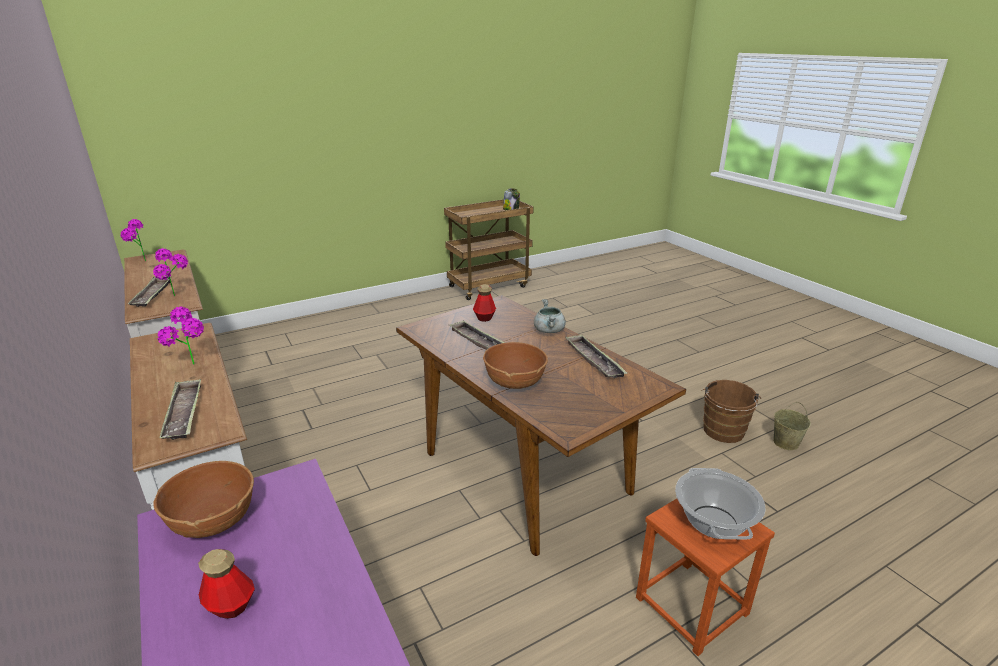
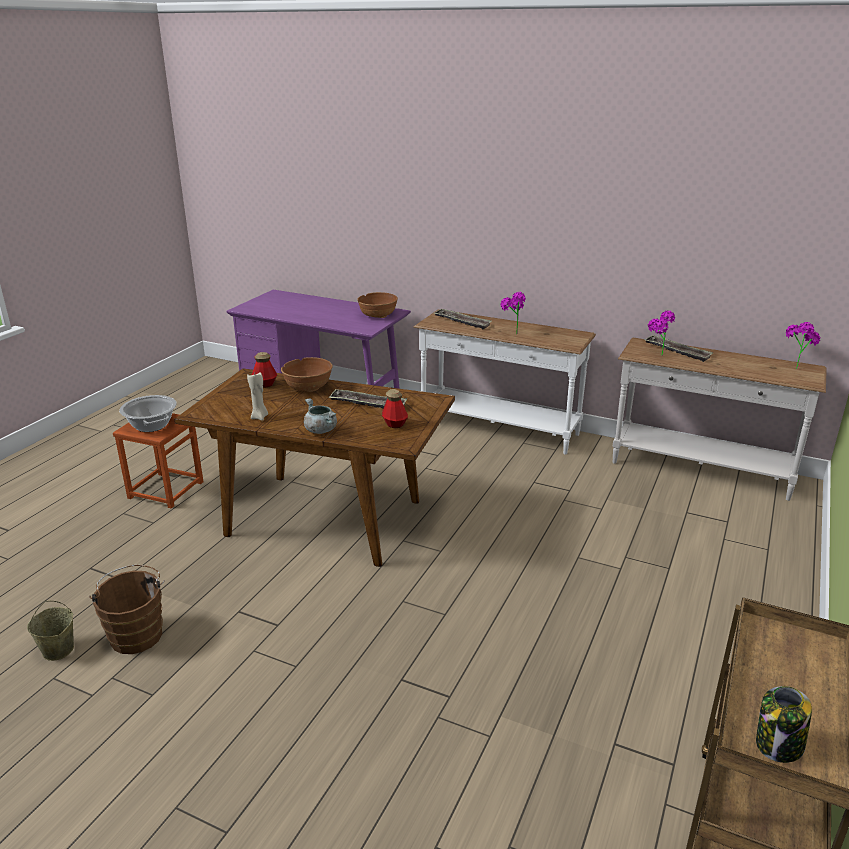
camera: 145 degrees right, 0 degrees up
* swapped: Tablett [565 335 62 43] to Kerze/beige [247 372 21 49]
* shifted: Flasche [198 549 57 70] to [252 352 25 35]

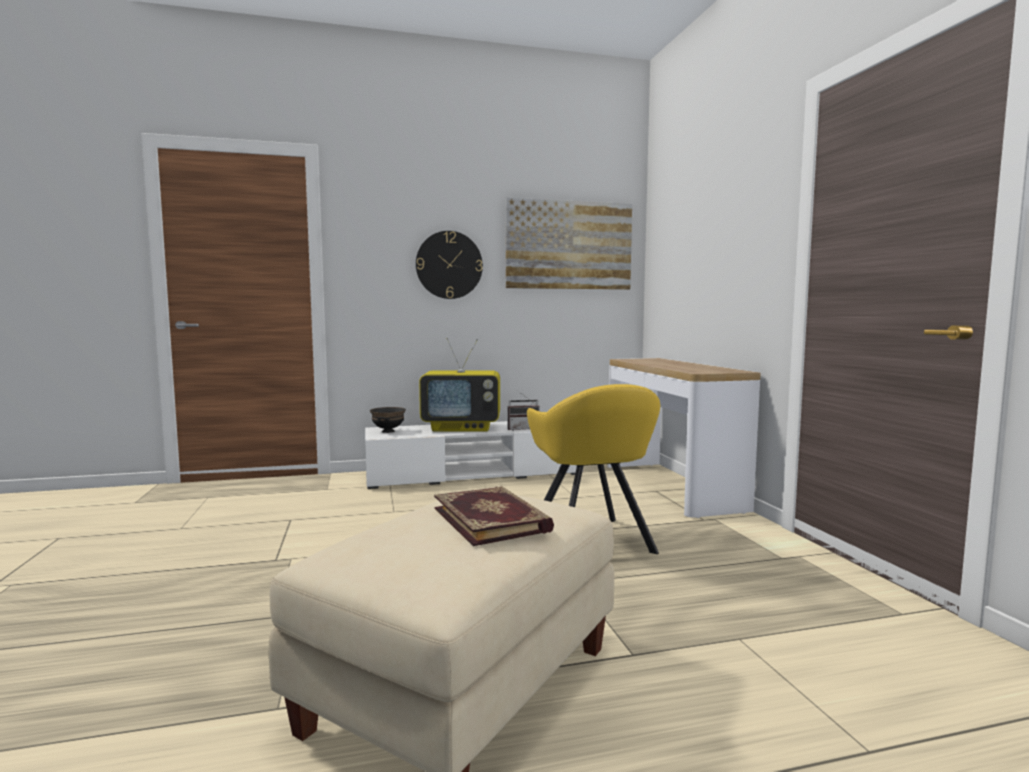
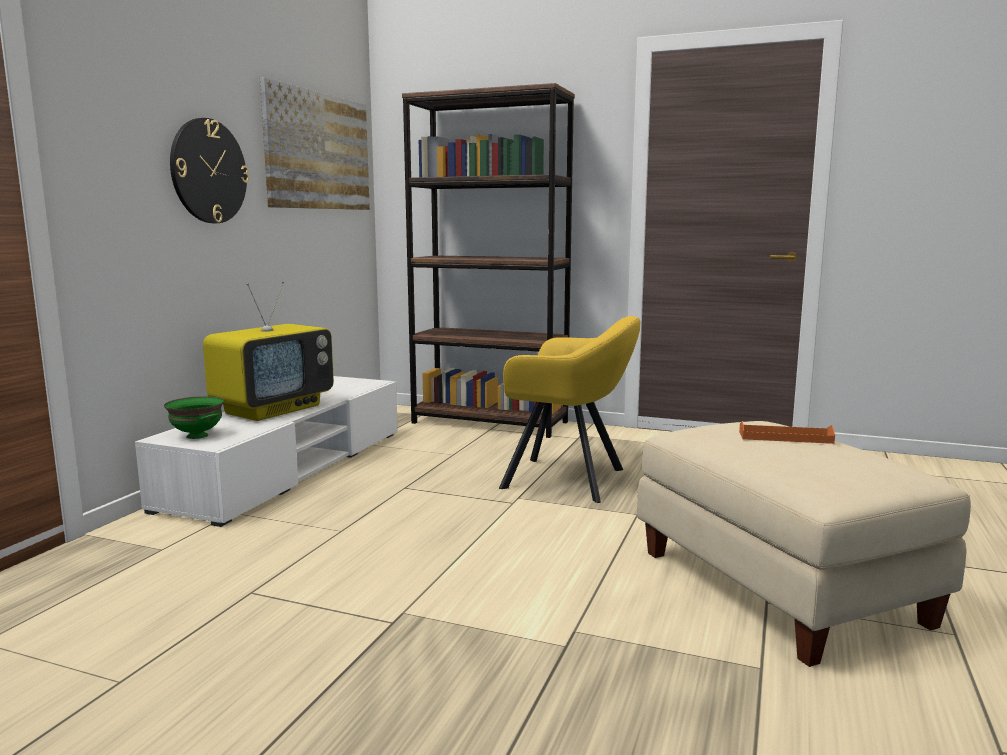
camera: 55 degrees left, 5 degrees up
* swapped: Konsolentisch [608 358 153 160] to Bücherregal/braun [402 83 173 355]
* gone: Radio [507 391 33 40]
* repainted: Schüssel/schwarz [370 407 36 26] to Schüssel/grün [164 396 60 43]
* swapped: Buch [434 486 120 60] to Tablett/orange [739 421 96 23]

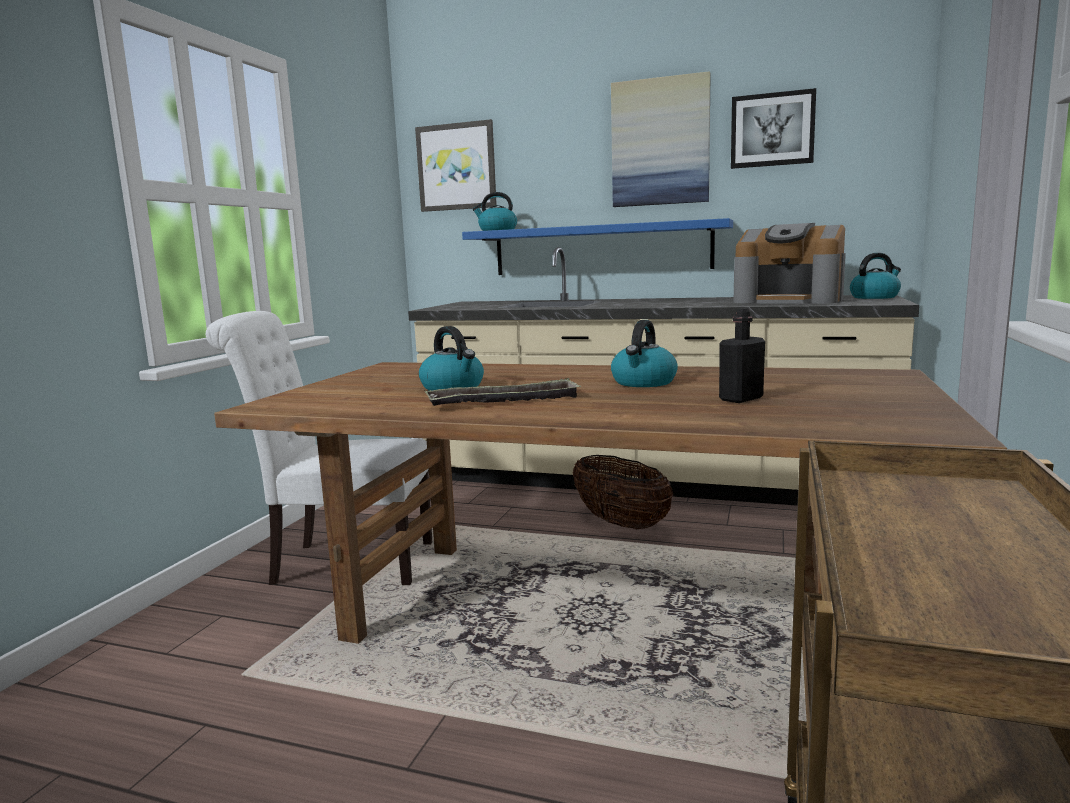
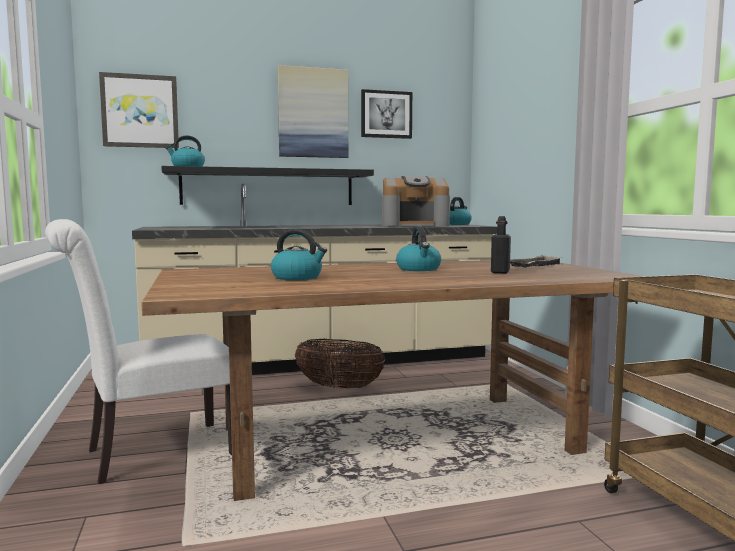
camera: 35 degrees left, 5 degrees down
* repainted: Wandregal/blau [462 218 271 57] to Wandregal/schwarz [161 166 213 39]
* shifted: Tablett [425 378 156 28] to [510 255 52 13]

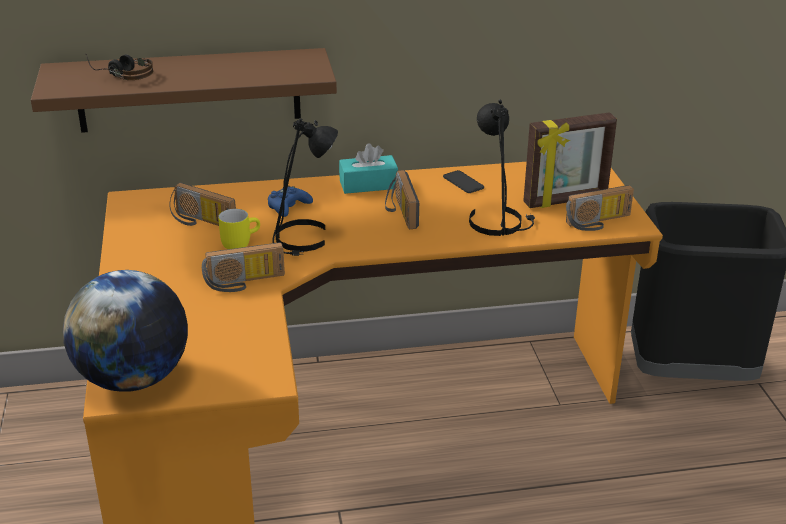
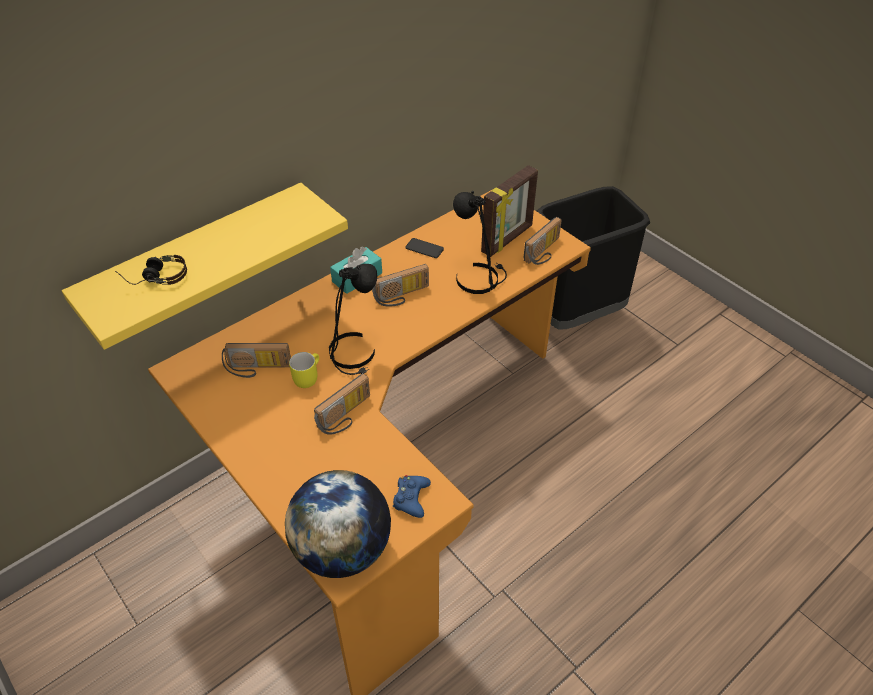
camera: 30 degrees left, 15 degrees up
* repainted: Wandregal/braun [31 48 306 85] to Wandregal/gelb [62 183 286 167]
* rotated: Radio [385 170 34 59] = [372 264 57 43] 75 degrees counterclockwise
* shifted: Gamepad/blau [268 186 45 31] to [393 475 38 43]

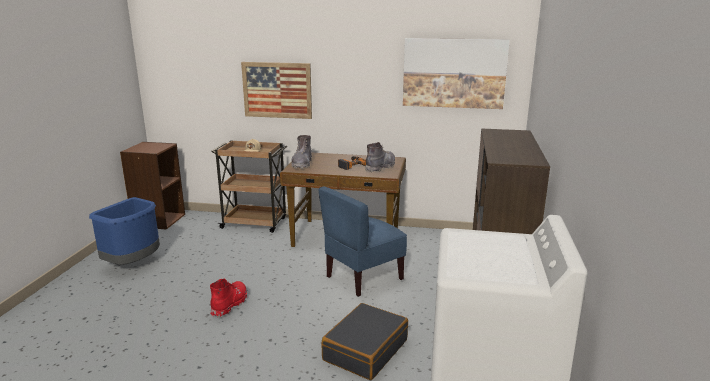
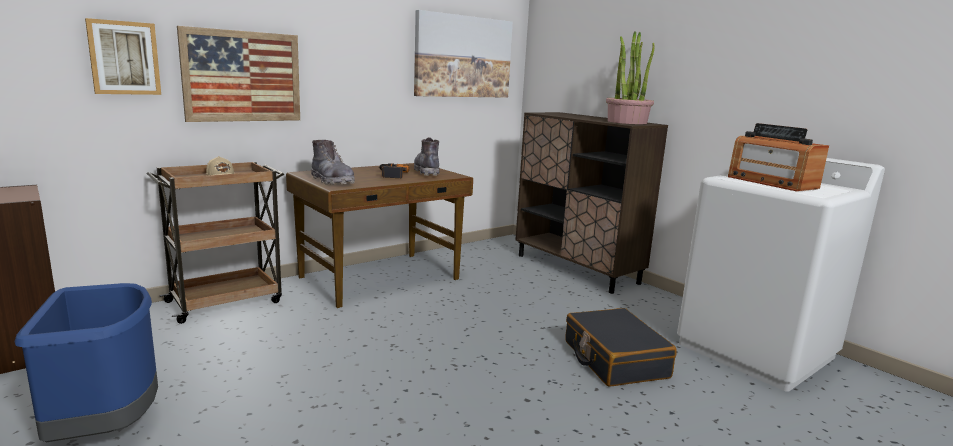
camera: 50 degrees left, 5 degrees down
* gone: Stuhl/blau [318 186 89 111]
* gone: Stiefel/rot [210 278 37 39]
* new: Bild [85 18 76 77]
* new: Topfpflanze [606 31 49 93]
* new: Radio [728 123 101 68]

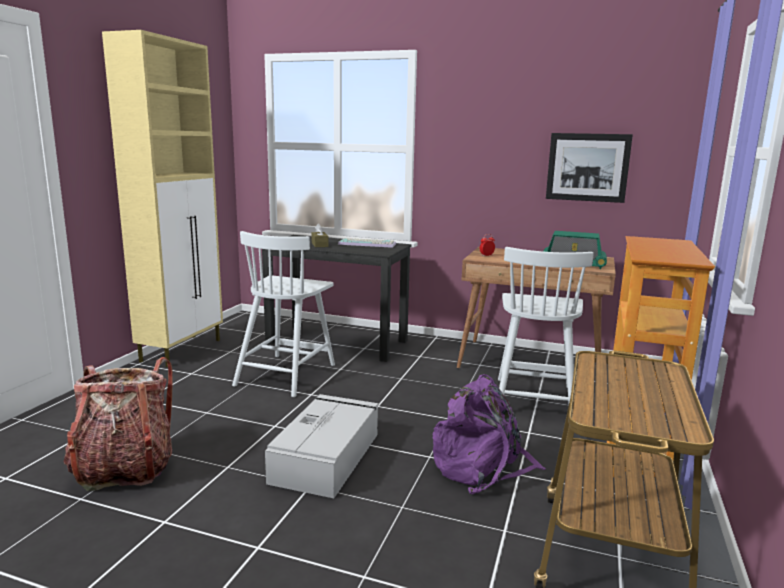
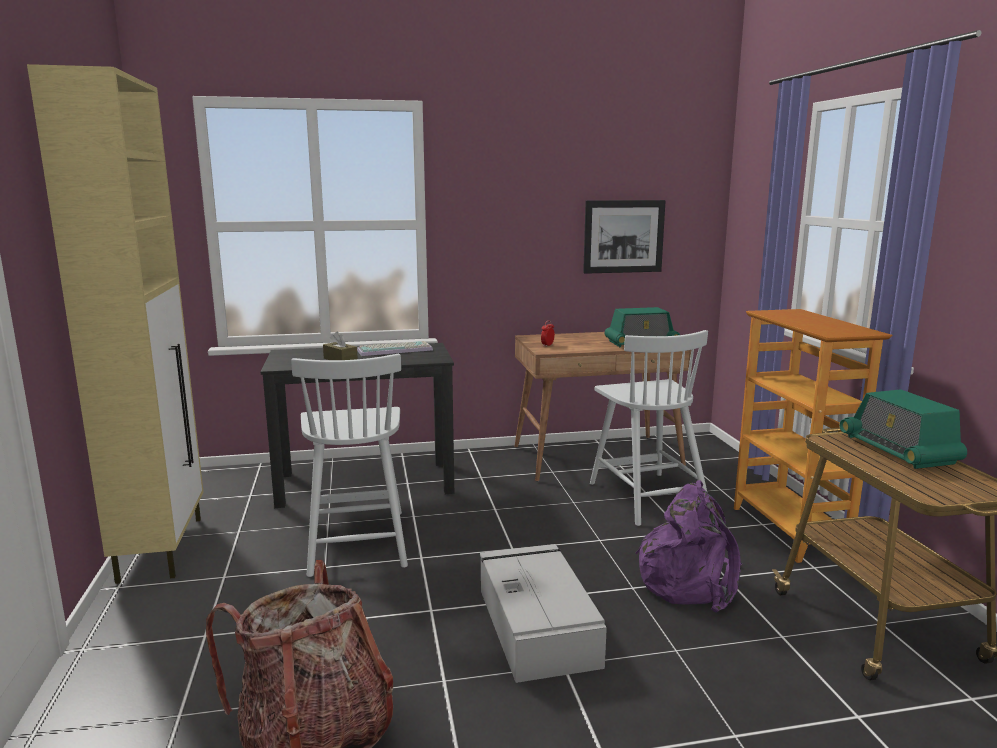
camera: 30 degrees left, 0 degrees up
* new: Radio [839 389 128 80]

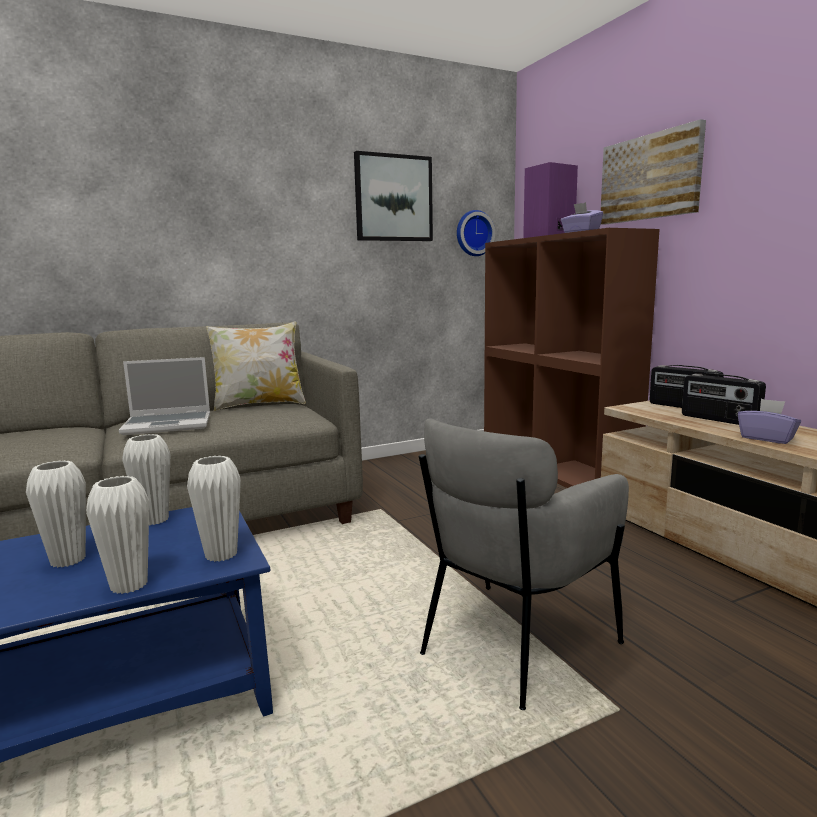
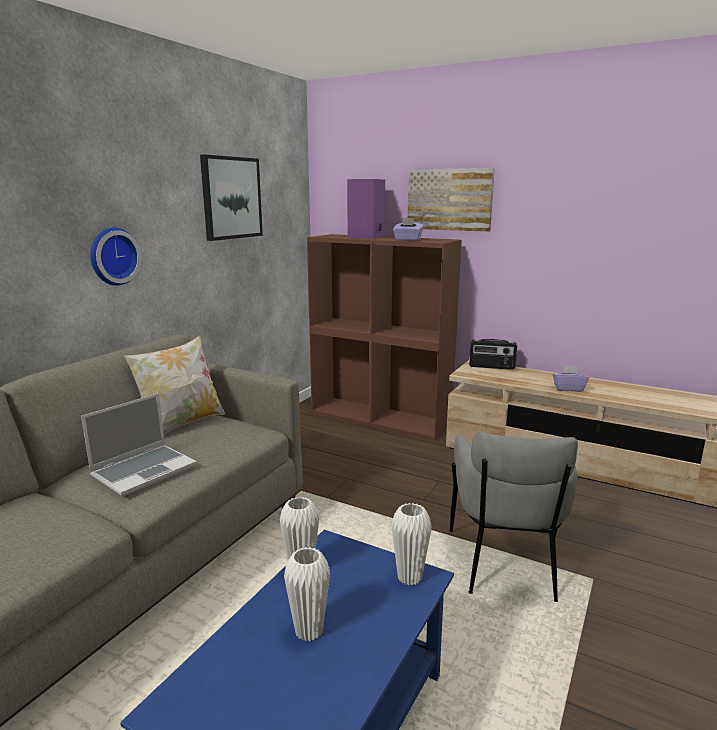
camera: 35 degrees left, 5 degrees up
* shifted: Wanduhr [457 210 38 46] to [90 227 51 59]
* gone: Radio [682 373 84 52]
* gone: Vase/weiß [86 476 63 118]

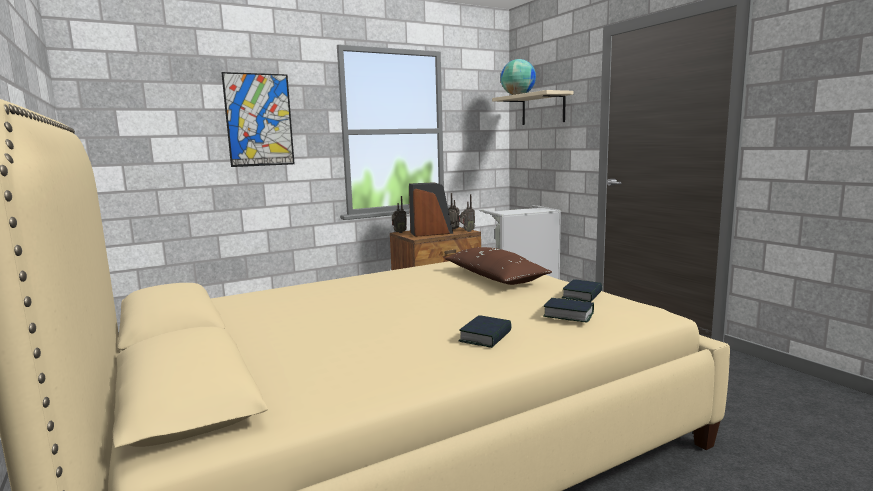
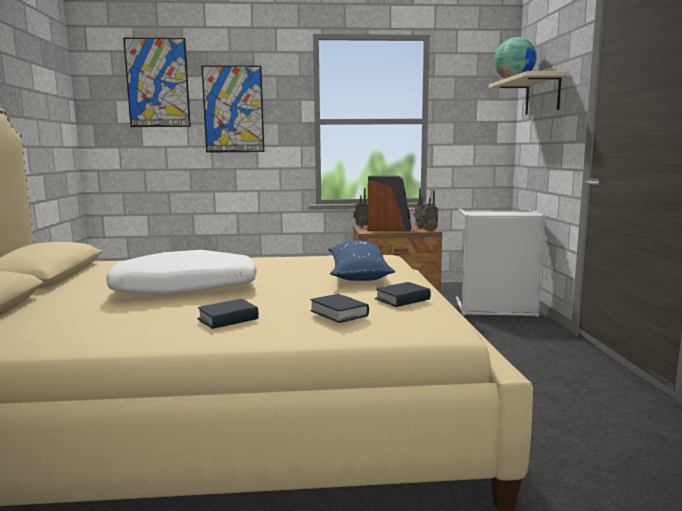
camera: 25 degrees right, 0 degrees up
* repainted: Kissen/braun [445 247 107 38] to Kissen/blau [328 240 67 41]
* new: Bild [123 38 68 89]
* new: Kissen/weiß [106 250 151 45]

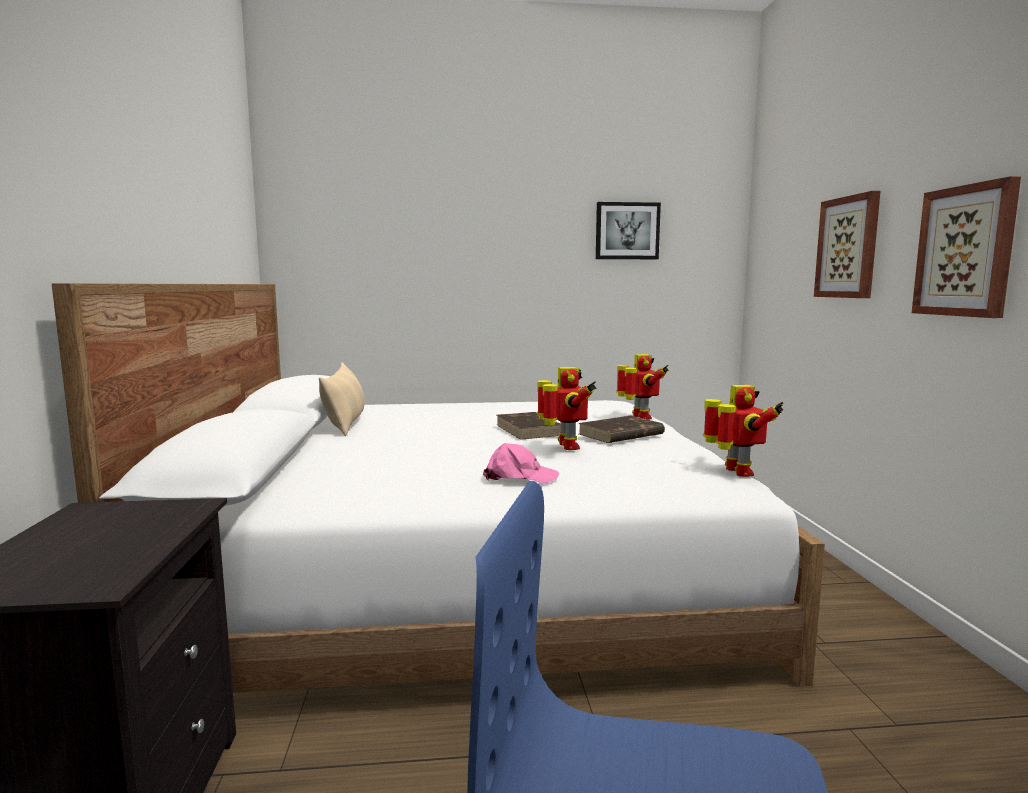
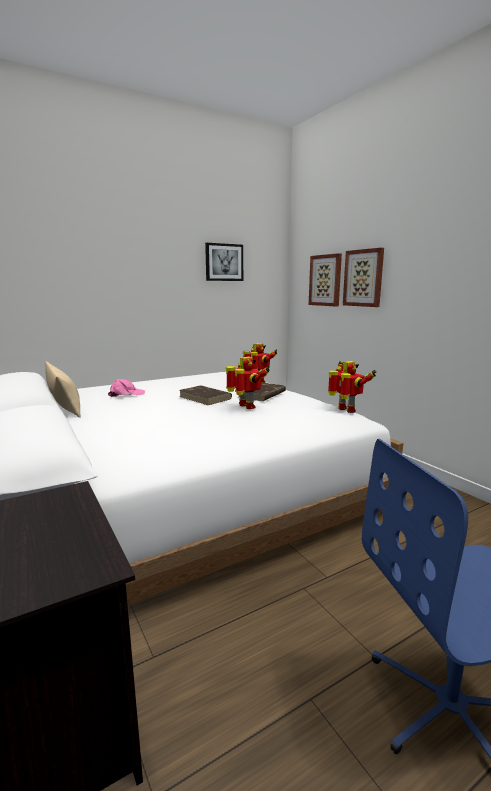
camera: 25 degrees left, 5 degrees up
* shifted: Bild [912 176 109 142] to [309 253 33 54]
* shifted: Kappe/rosa [483 443 76 40] to [108 379 37 18]

